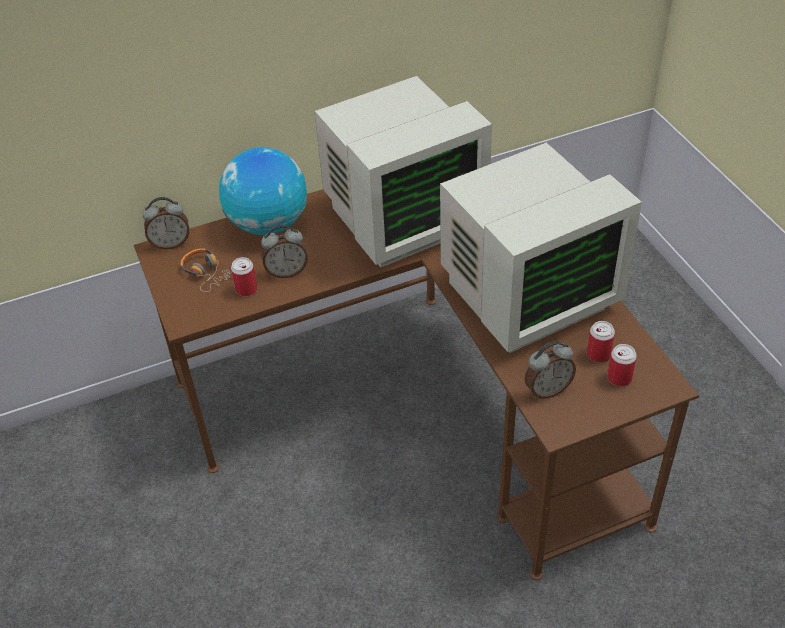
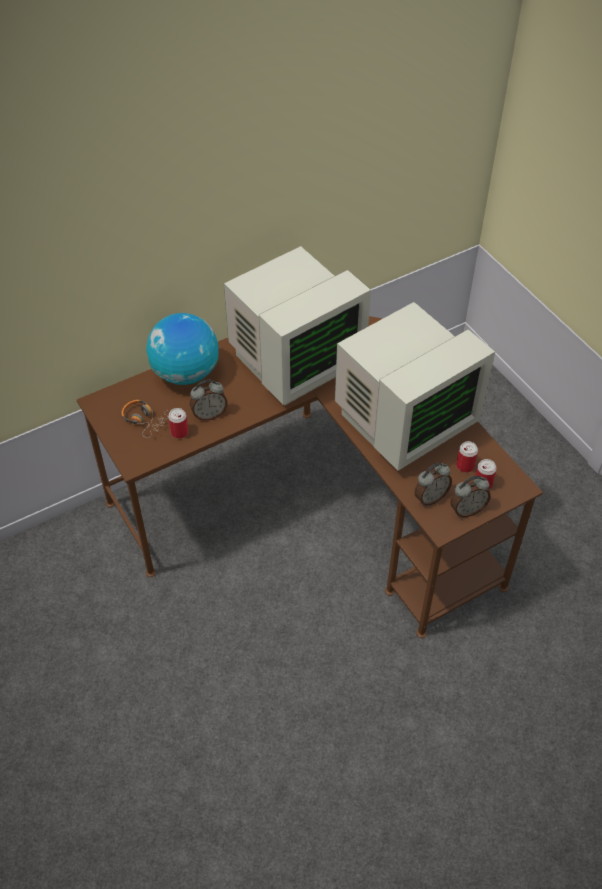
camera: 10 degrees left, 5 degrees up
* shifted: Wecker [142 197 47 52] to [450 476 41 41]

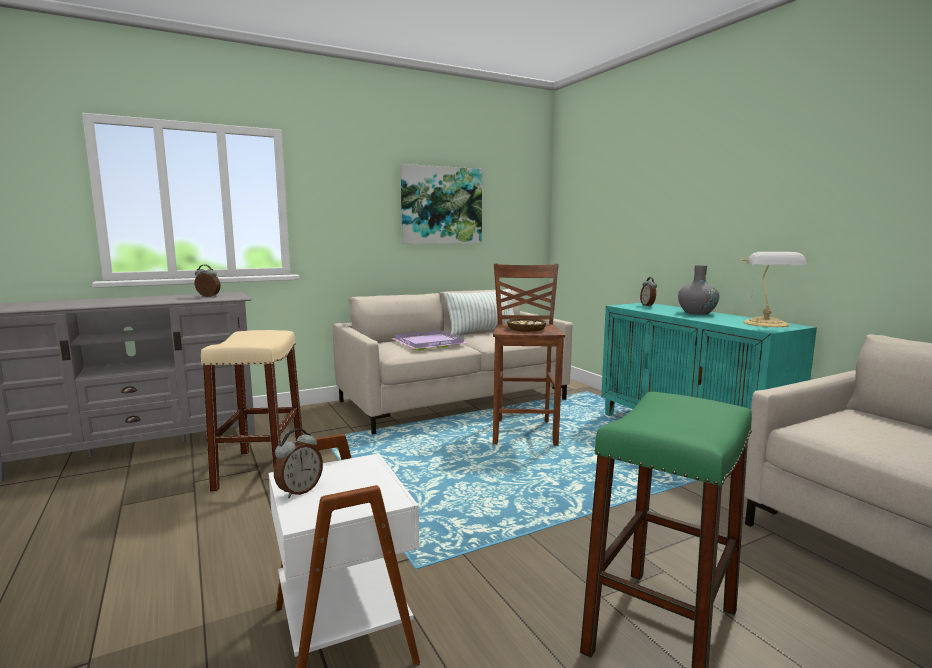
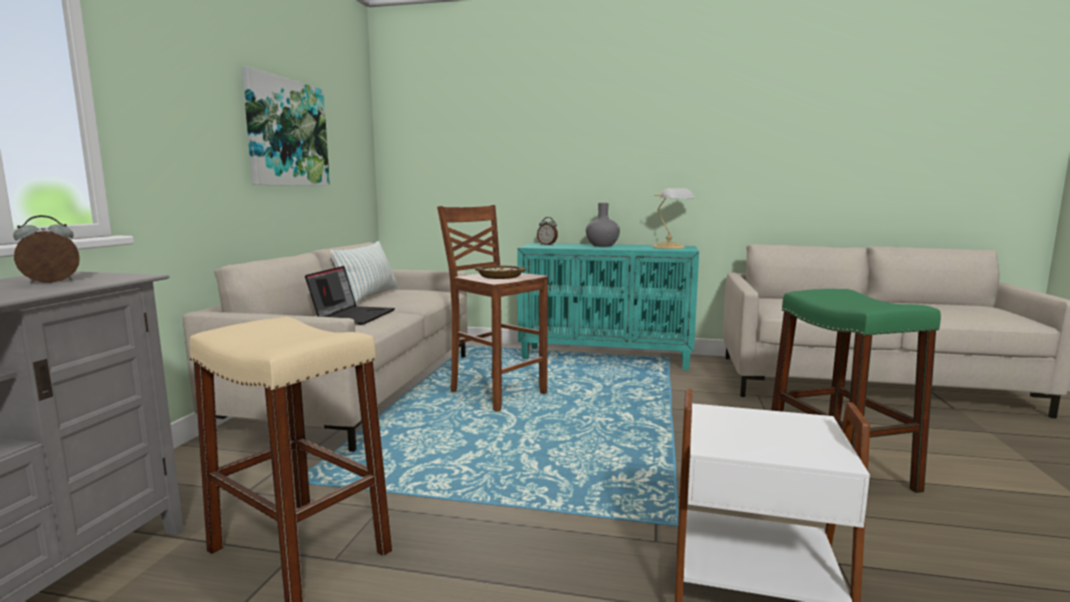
camera: 50 degrees left, 0 degrees up
* swapped: Tablett/lila [391 330 77 21] to Laptop [305 266 90 59]
* gone: Wecker [274 429 49 69]

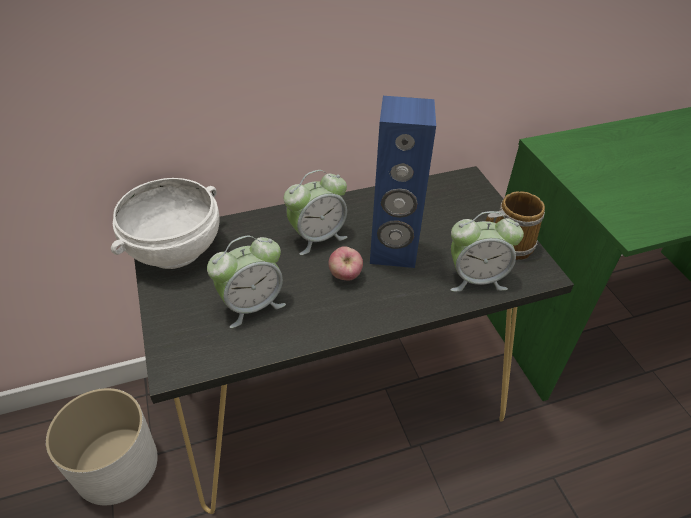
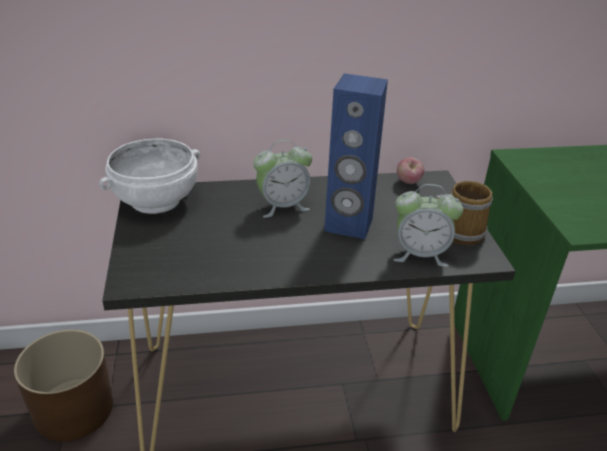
camera: 10 degrees right, 10 degrees down
* gone: Wecker [207 236 79 92]
* shifted: Apfel [328 246 35 35] to [397 157 28 27]
* repainted: Pflanzkübel/weiß [46 388 112 117] to Pflanzkübel/braun [14 329 99 113]

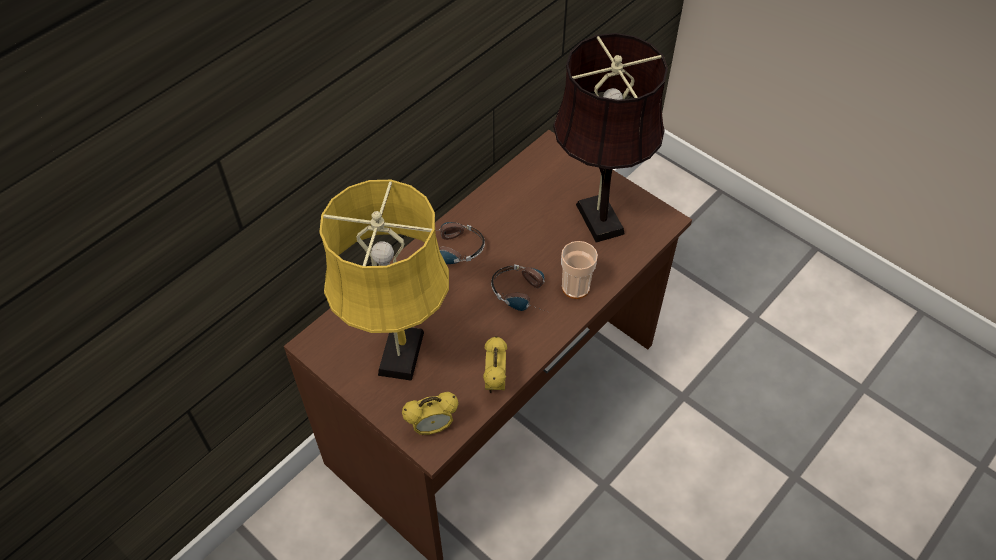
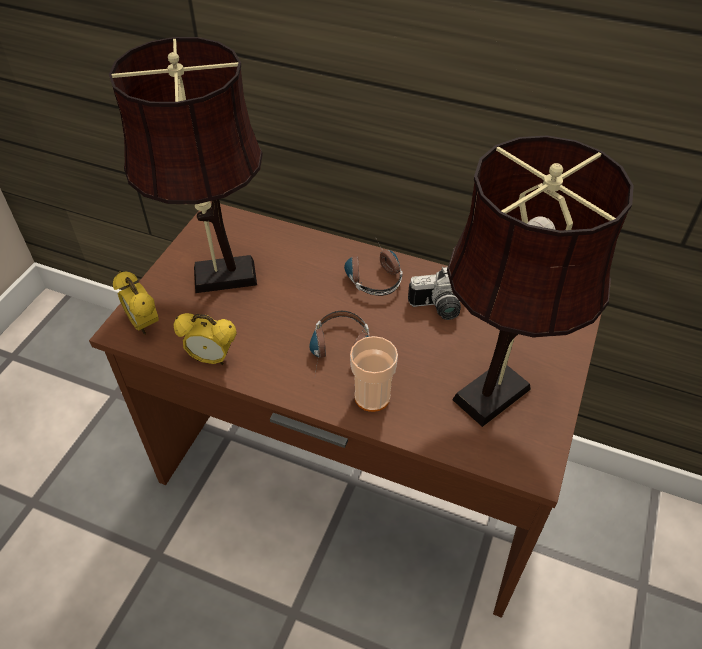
camera: 70 degrees right, 5 degrees down
* repainted: Tischlampe/gelb [319 180 130 201] to Tischlampe/braun [109 37 154 256]
* rotated: Wecker [483 336 24 57] = [174 313 63 52] 150 degrees counterclockwise
* new: Kamera [408 266 53 54]

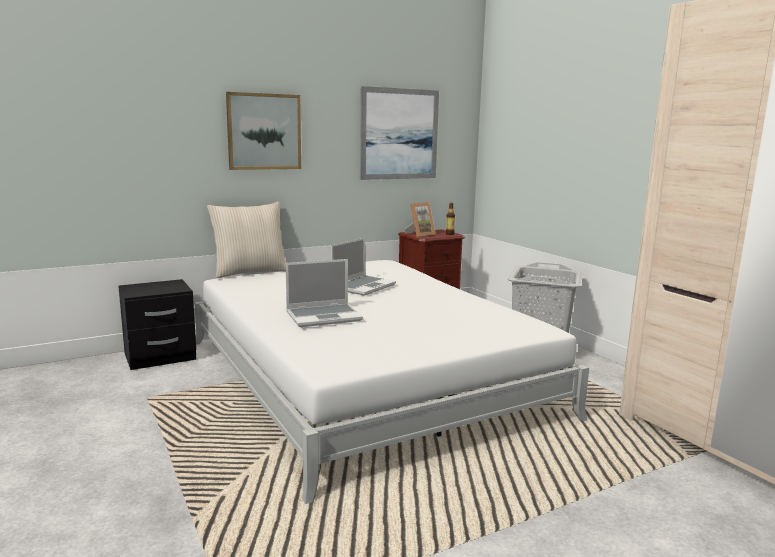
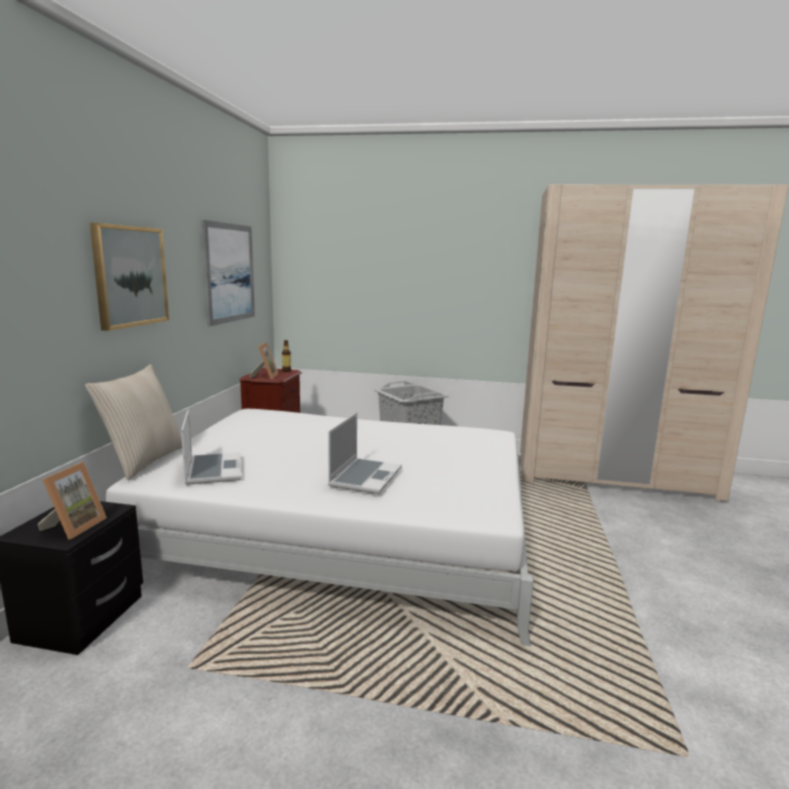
camera: 50 degrees left, 0 degrees up
* shifted: Laptop [331 238 65 58] to [181 410 60 75]
* new: Bilderrahmen [38 462 69 78]

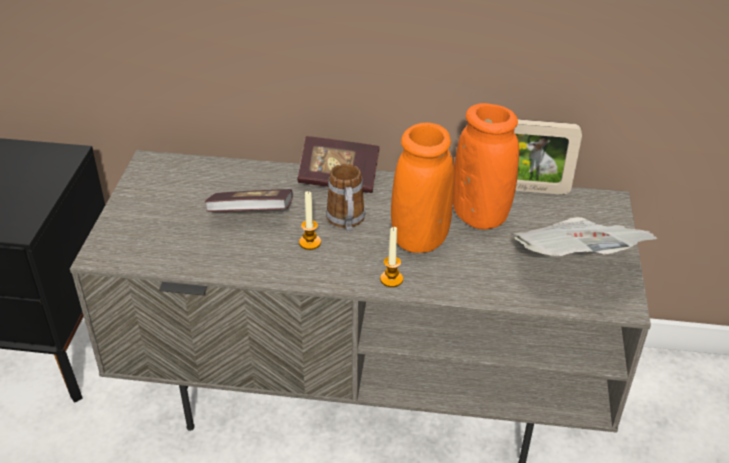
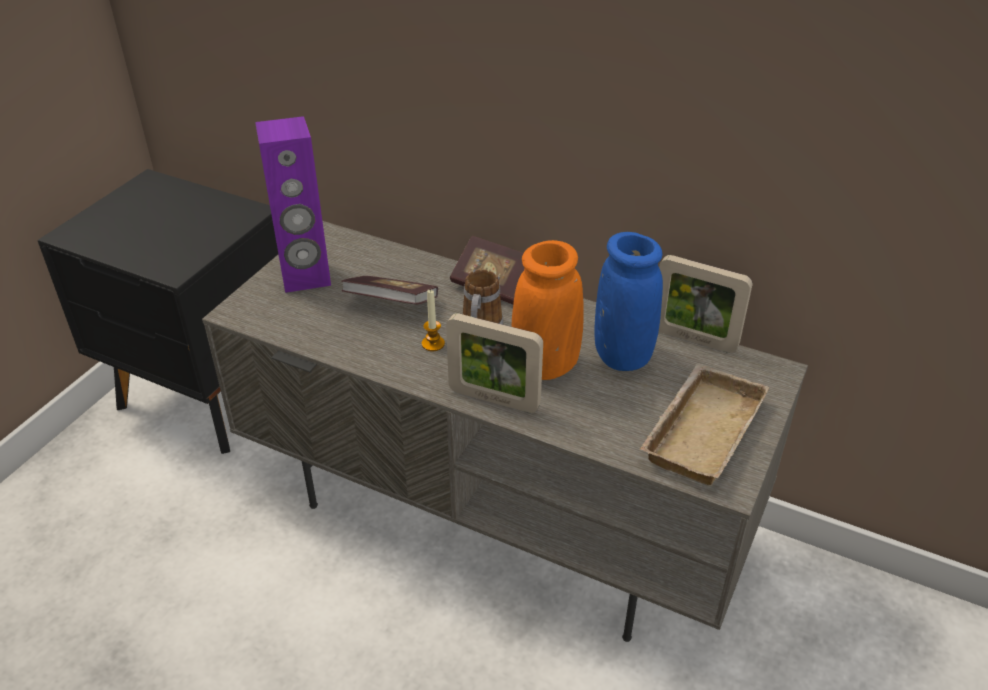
camera: 20 degrees right, 0 degrees up
* repainted: Vase/orange [453 103 66 127] to Vase/blau [595 232 68 139]
* swapped: Zeitung [513 217 144 39] to Tablett/beige [640 364 129 121]
* swapped: Kerze [380 227 23 60] to Bilderrahmen [446 313 97 100]
* new: Lautsprecher/lila [255 116 76 177]

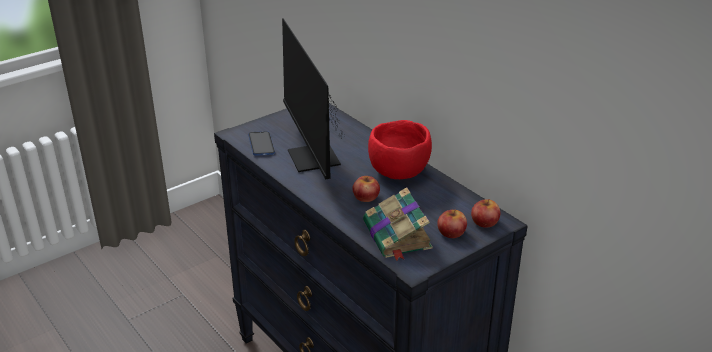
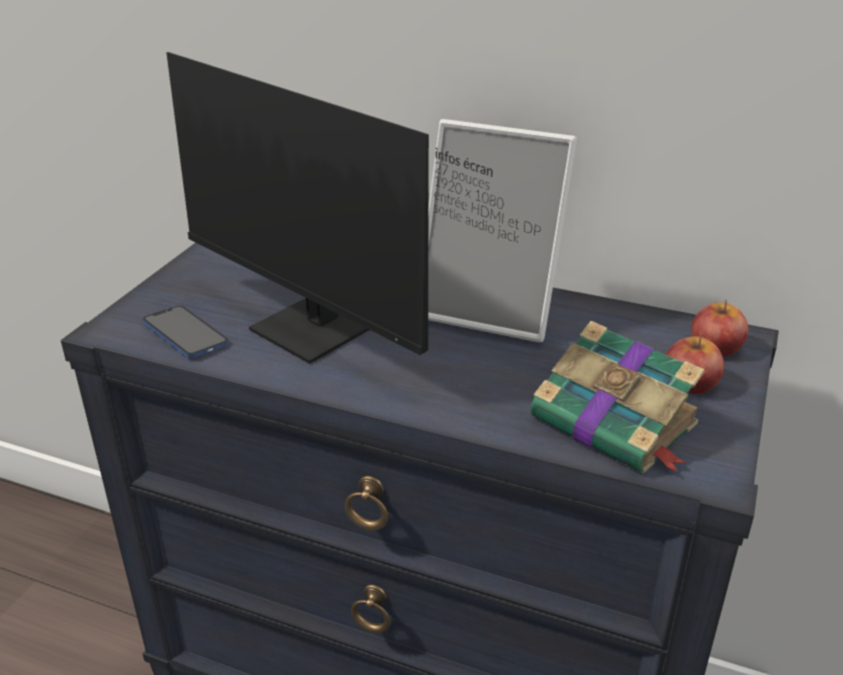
camera: 30 degrees left, 0 degrees up
* swapped: Schüssel/rot [368 120 64 59] to Bilderrahmen [428 119 149 224]
* gone: Apfel [352 176 28 26]

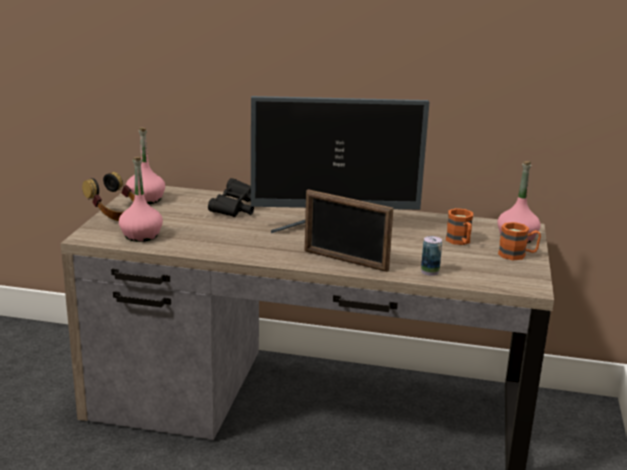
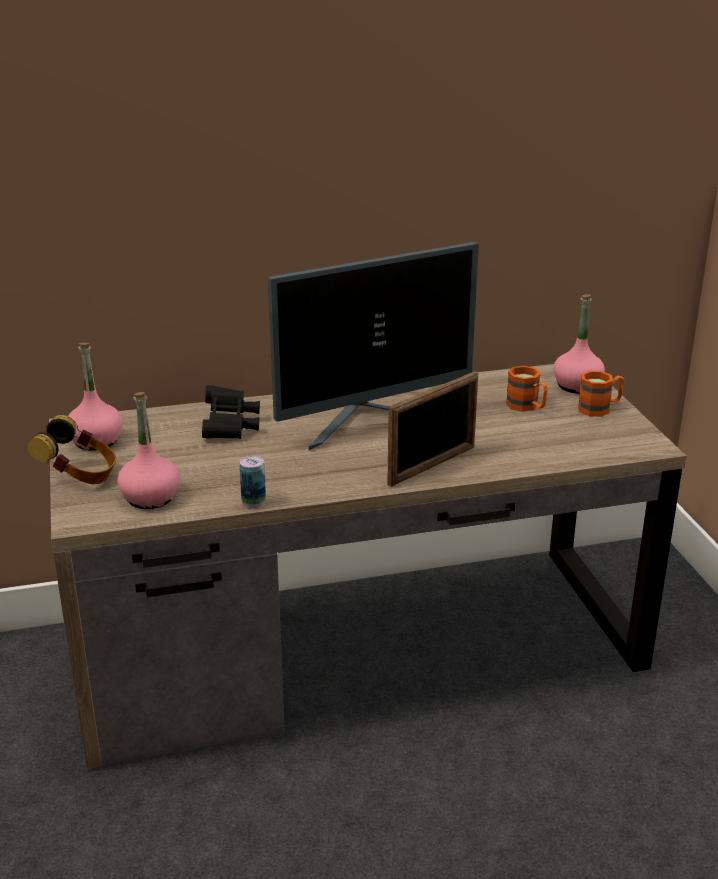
camera: 25 degrees left, 5 degrees up
* rotated: Bilderrahmen [304 189 89 83] = [387 371 91 116] 45 degrees counterclockwise
* shifted: Dose [421 236 21 40] to [239 456 27 52]

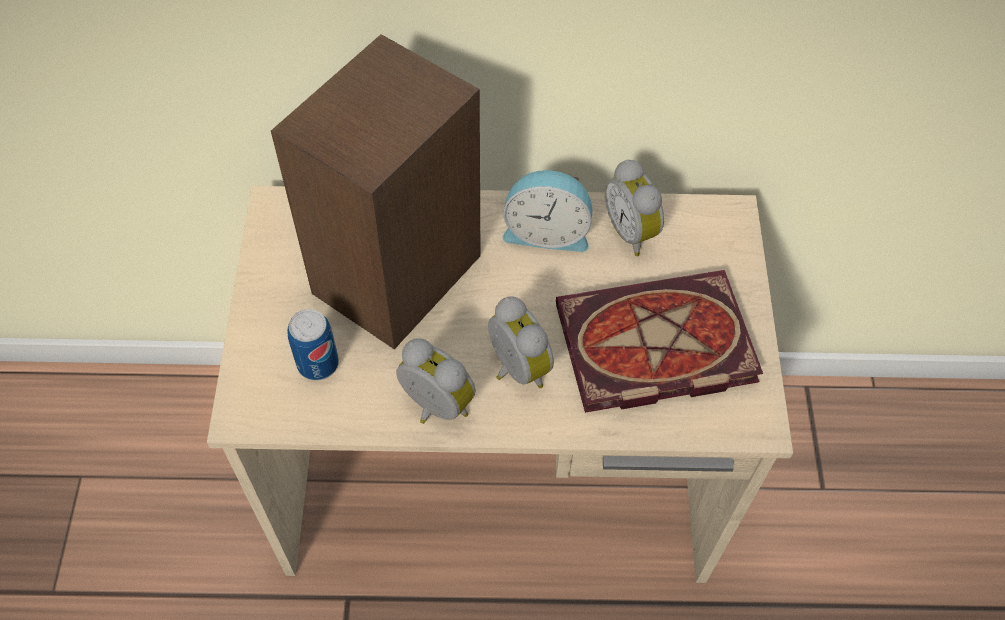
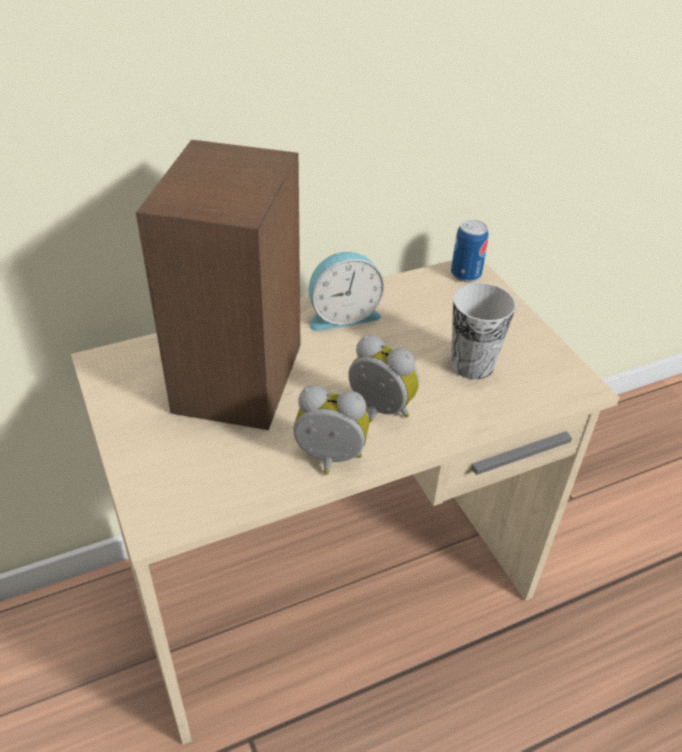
camera: 25 degrees left, 15 degrees down
* gone: Wecker [605 159 59 97]
* swapped: Buch [556 270 207 143] to Tasse [451 283 65 96]
* shifted: Dose [287 309 52 72] to [451 220 37 62]

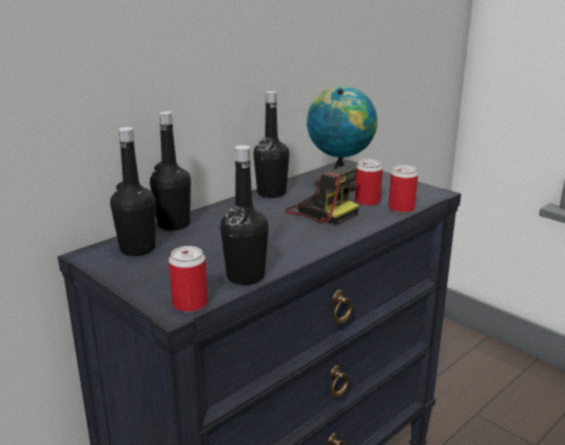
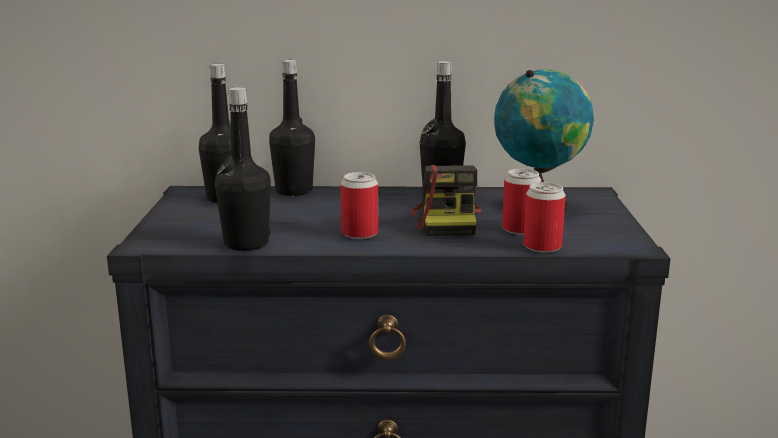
camera: 45 degrees right, 5 degrees down
* shifted: Dose [169 246 39 66] to [341 172 37 67]

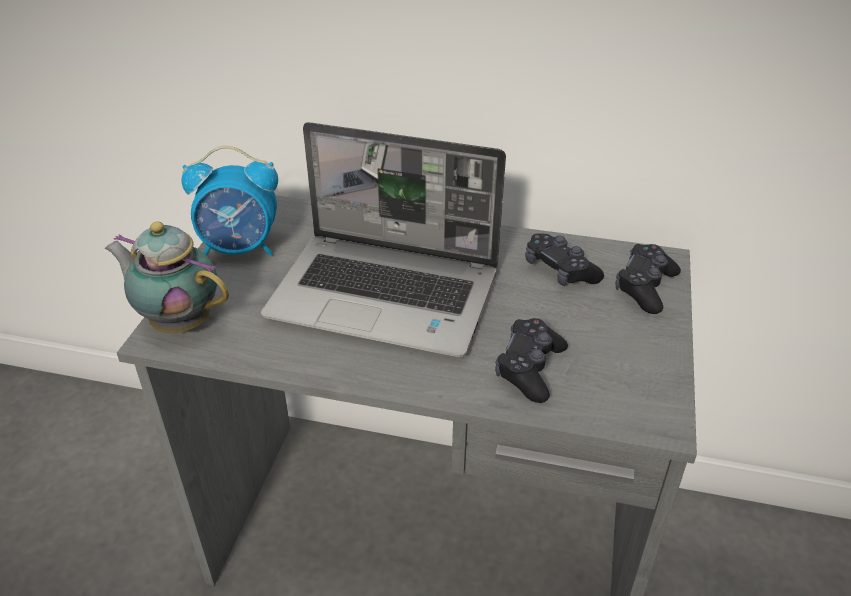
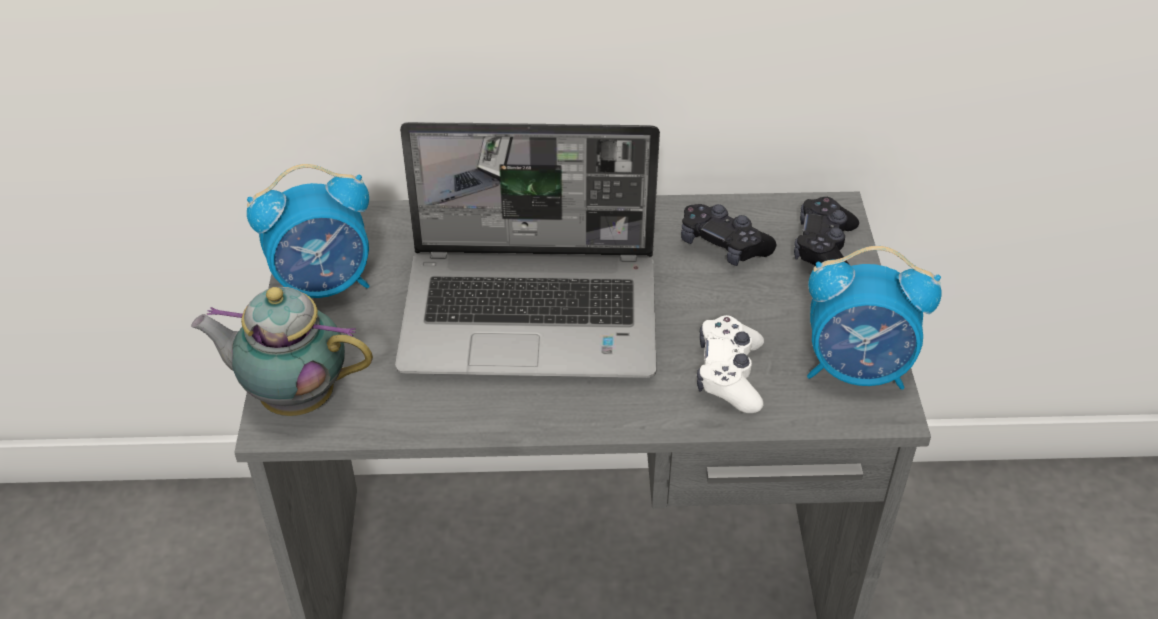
camera: 15 degrees left, 5 degrees up
* repainted: Gamepad/schwarz [495 318 73 85] to Gamepad/weiß [697 315 67 98]
* new: Wecker [807 246 134 144]

